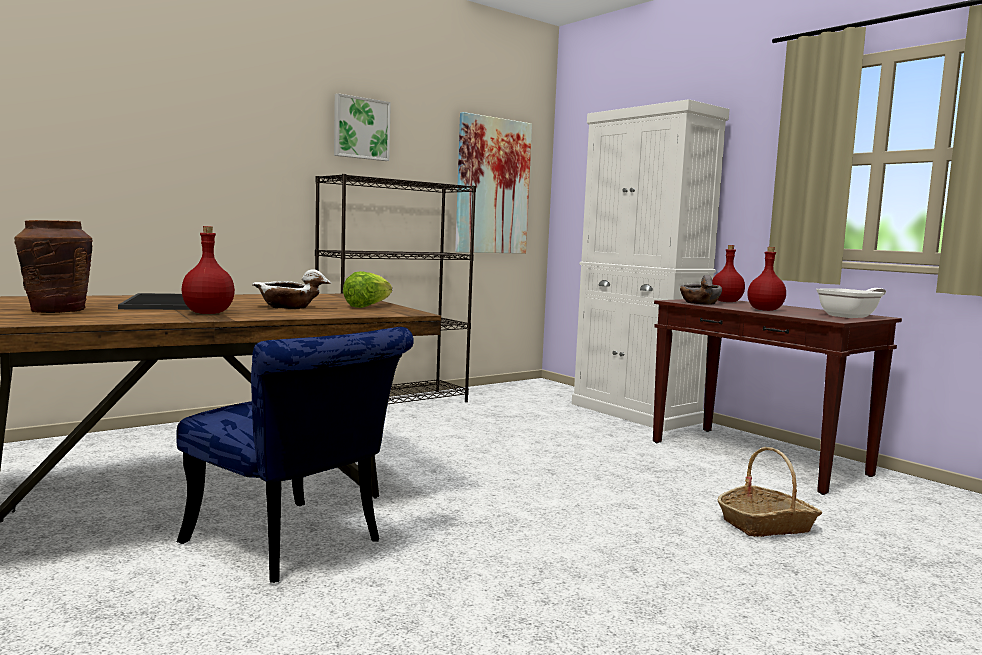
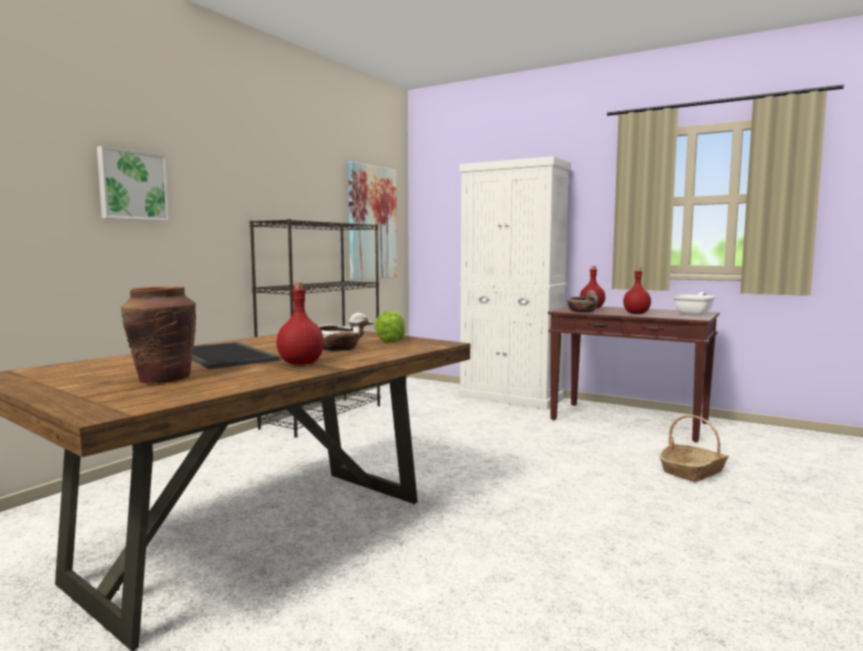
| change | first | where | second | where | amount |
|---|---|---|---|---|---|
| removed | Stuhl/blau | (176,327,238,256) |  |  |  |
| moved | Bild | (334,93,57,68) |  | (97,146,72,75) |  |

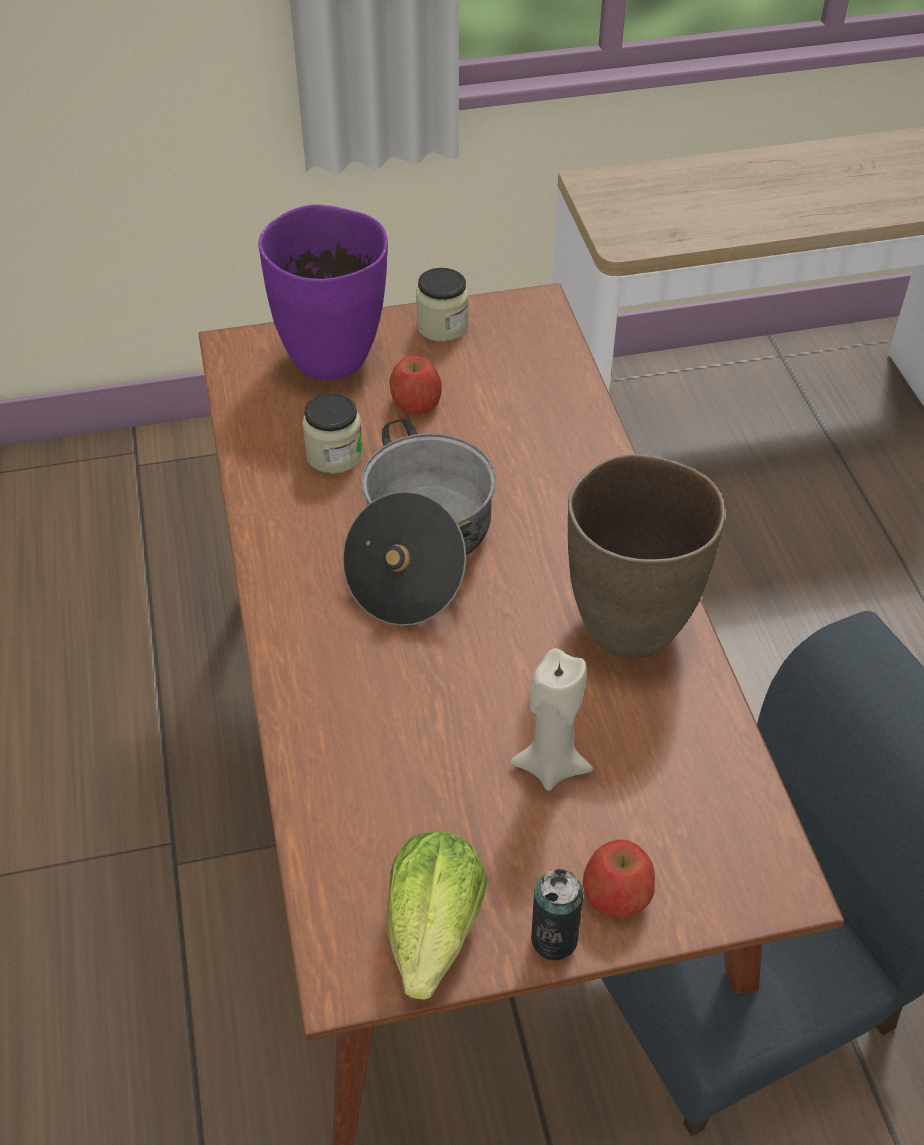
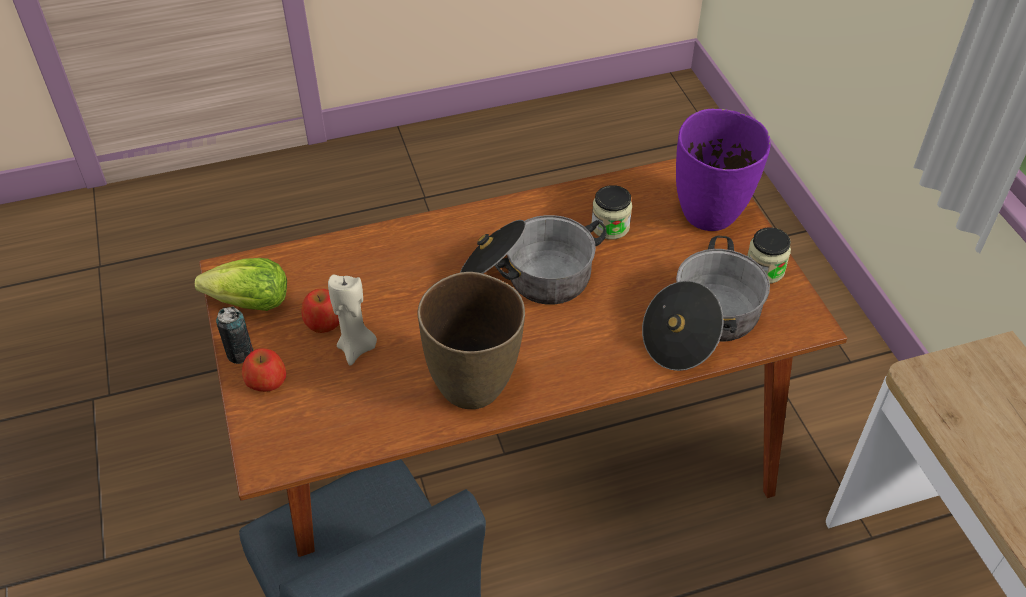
| change | first | where | second | where | amount |
|---|---|---|---|---|---|
| added |  |  | Kochtopf | (642,236,128,135) |  |
| moved | Apfel | (389,356,53,58) |  | (301,289,38,44) |  |

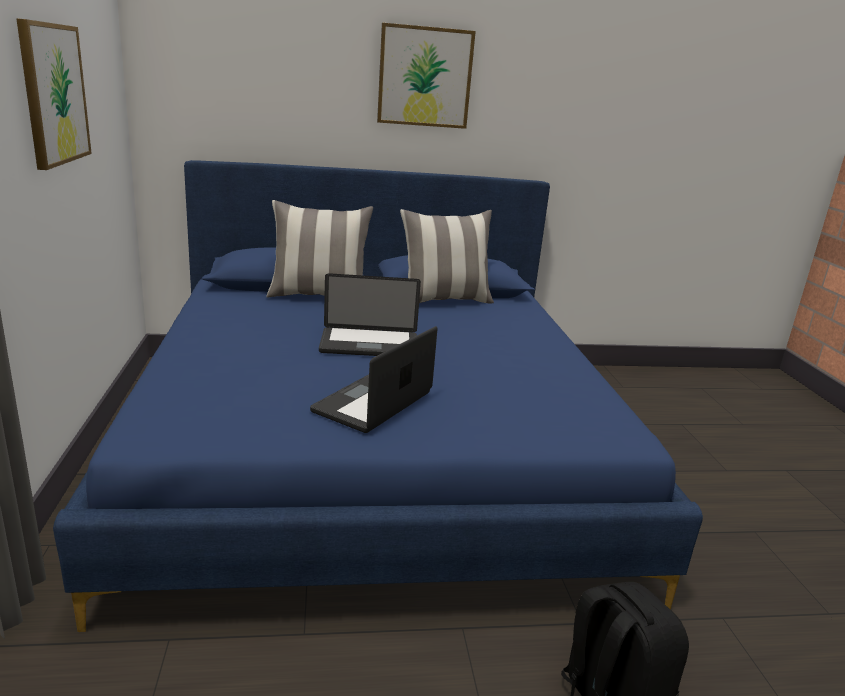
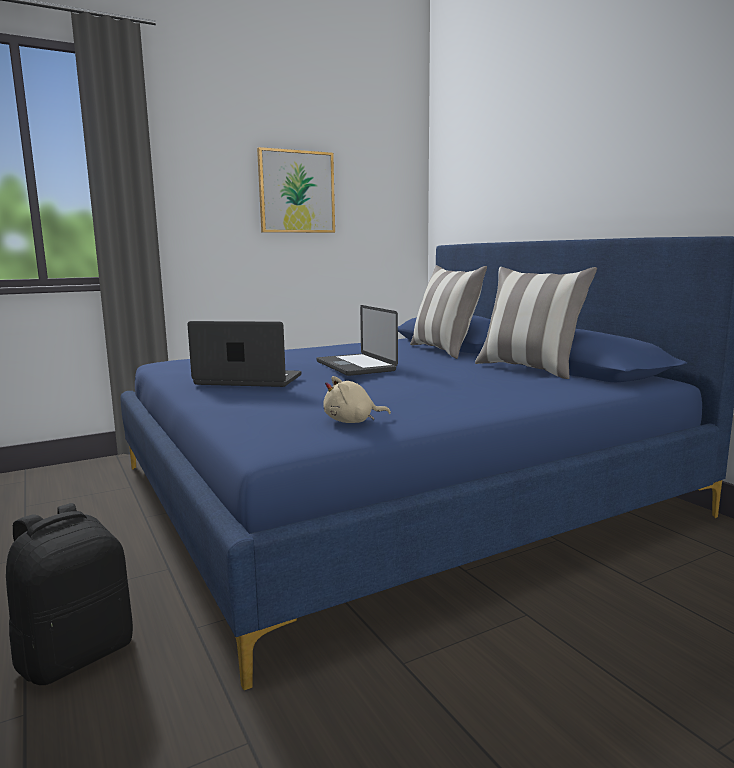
| change | first | where | second | where | amount |
|---|---|---|---|---|---|
| removed | Bild | (377,23,99,106) |  |  |  |
| added |  |  | Plüschtier/beige | (323,376,68,47) |  |

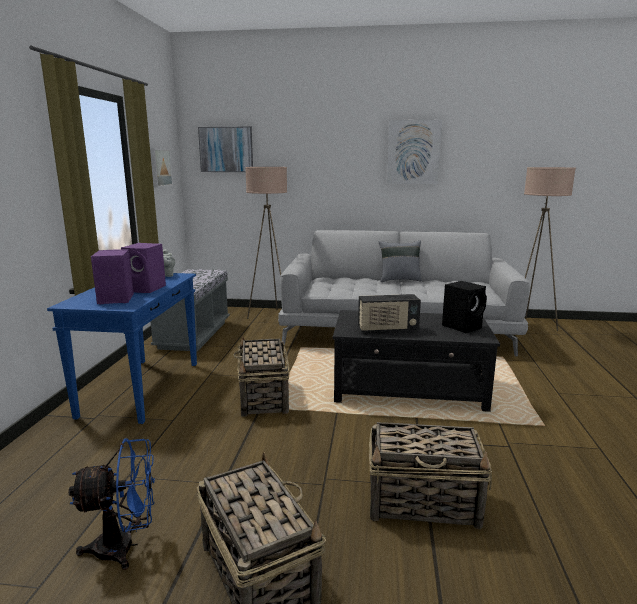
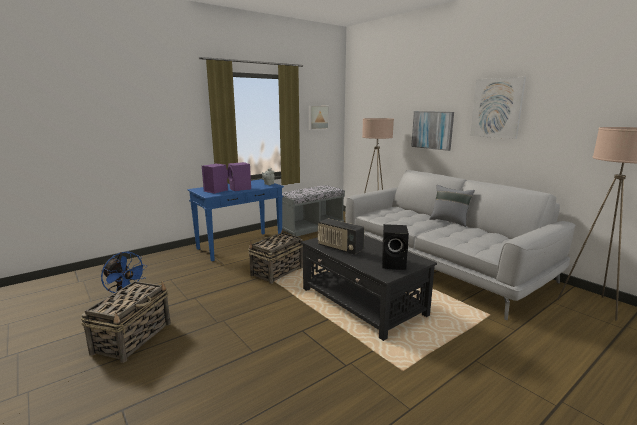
| change | first | where | second | where | amount |
|---|---|---|---|---|---|
| removed | Korb | (369,422,123,107) |  |  |  |
| moved | Bild | (198,127,55,45) |  | (411,111,43,40) |  |

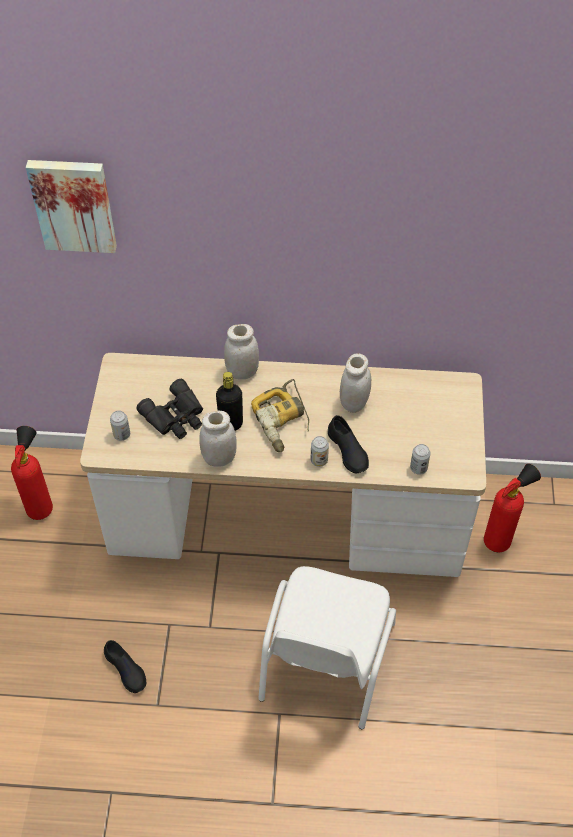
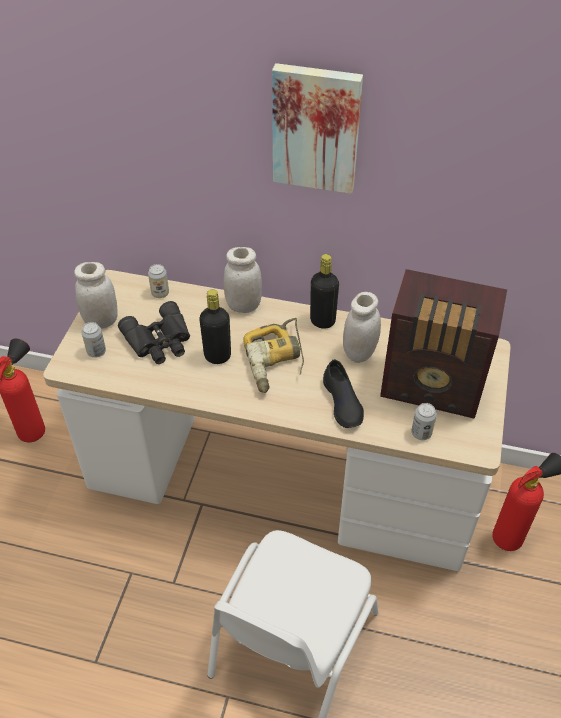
| change | first | where | second | where | amount |
|---|---|---|---|---|---|
| removed | Schuh/schwarz | (104,640,42,53) |  |  |  |
| added |  |  | Flasche/schwarz | (310,254,29,75) |  |
| added |  |  | Radio | (380,269,127,150) |  |
| moved | Bild | (26,160,91,93) |  | (272,63,91,131) |  |
| moved | Vorratsglas/weiß | (199,411,38,56) |  | (74,262,44,66) |  |
| moved | Dose | (311,436,18,31) |  | (148,264,21,34) |  |

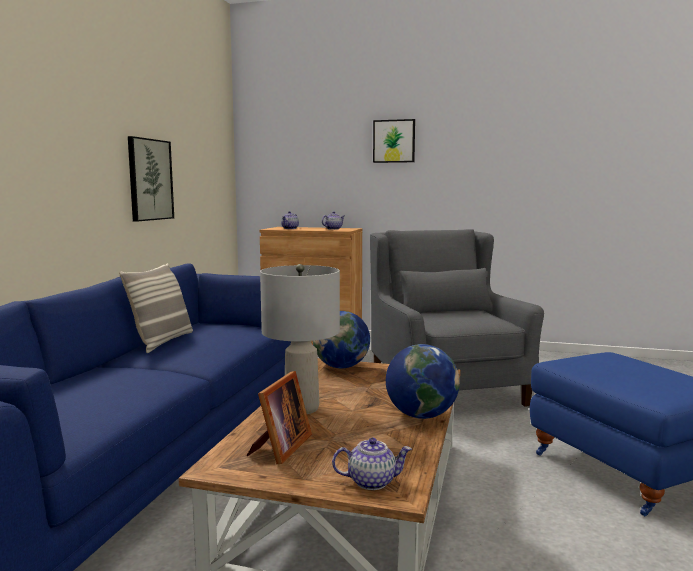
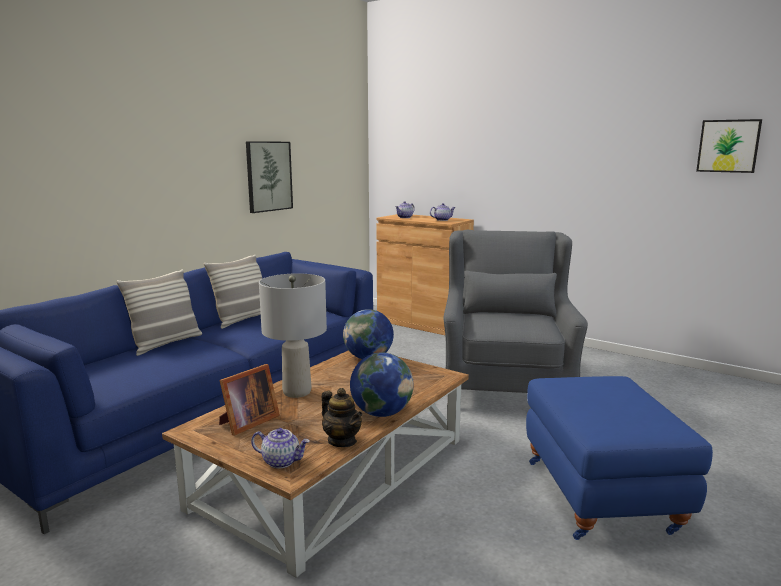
| change | first | where | second | where | amount |
|---|---|---|---|---|---|
| added |  |  | Kissen | (116,269,86,87) |  |
| added |  |  | Teekanne | (321,388,41,59) |  |
| moved | Bild | (373,119,42,44) |  | (696,119,66,54) |  |

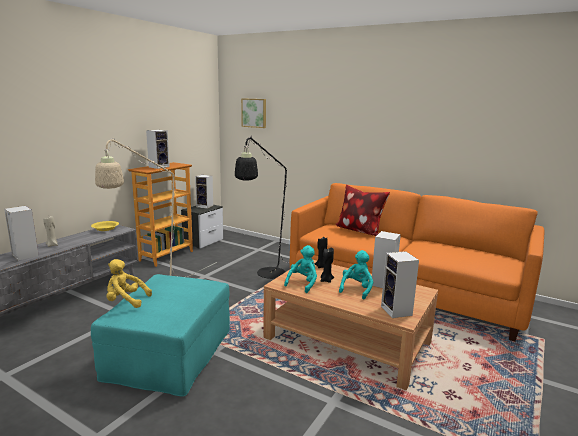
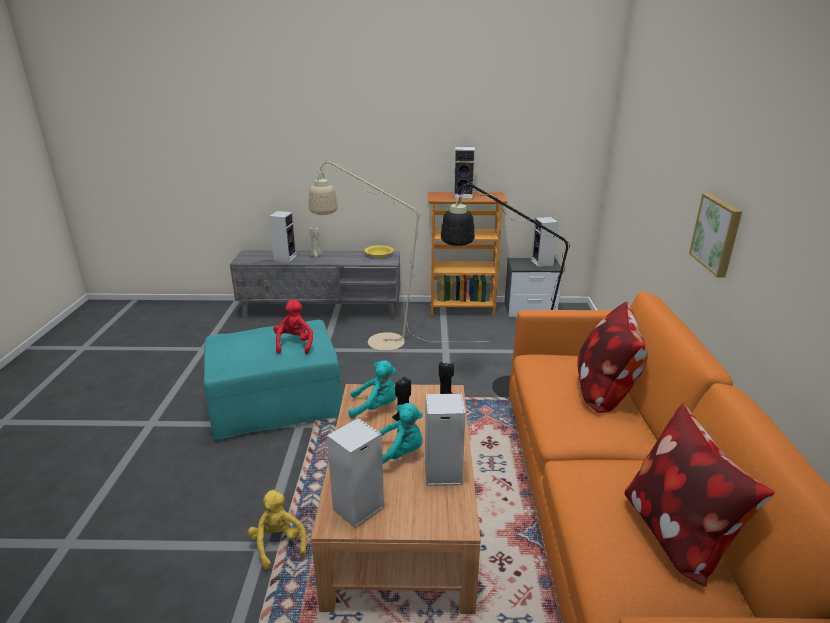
| change | first | where | second | where | amount |
|---|---|---|---|---|---|
| added |  |  | Plüschtier/rot | (273,299,40,55) |  |
| added |  |  | Kissen | (625,403,150,184) |  |
| moved | Plüschtier/gelb | (106,259,46,49) |  | (247,490,60,80) |  |
| moved | Bild | (241,98,25,30) |  | (689,193,53,84) |  |

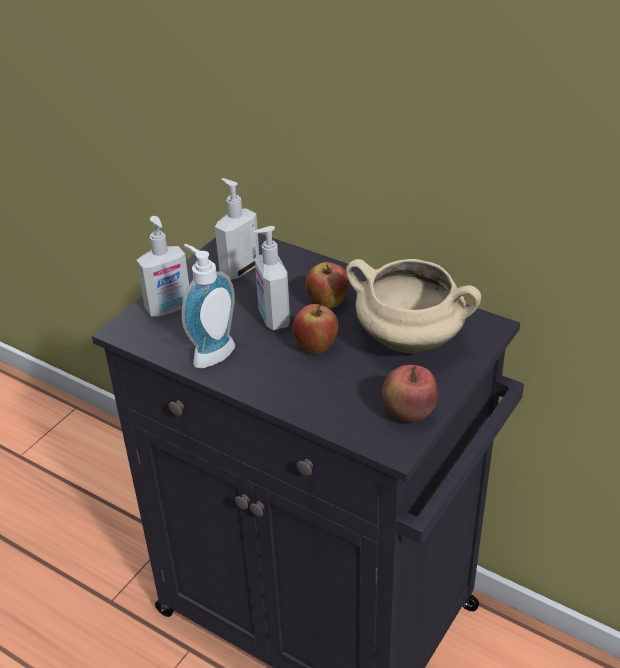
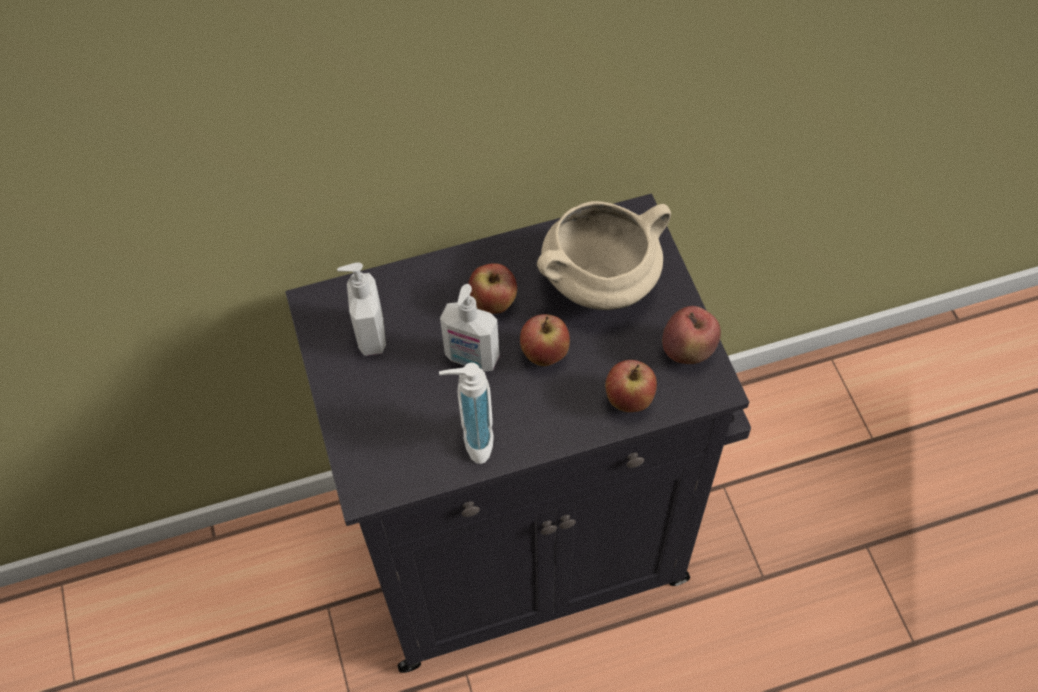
| change | first | where | second | where | amount |
|---|---|---|---|---|---|
| removed | Seifenspender | (136,216,53,100) |  |  |  |
| added |  |  | Apfel | (605,360,52,52) |  |

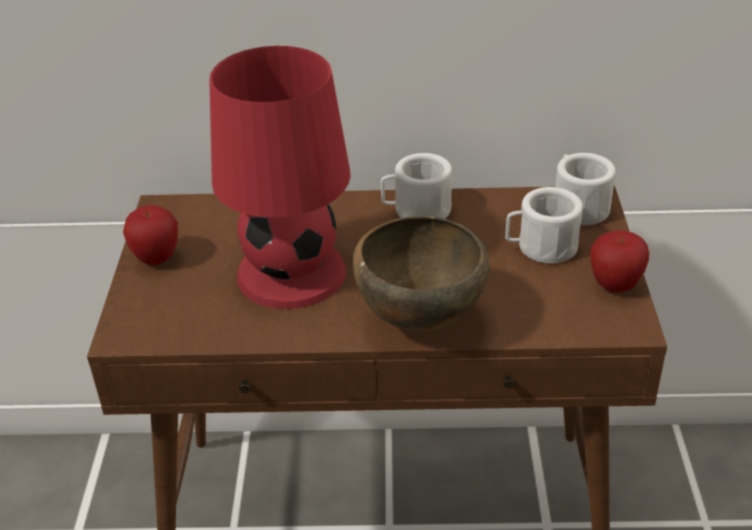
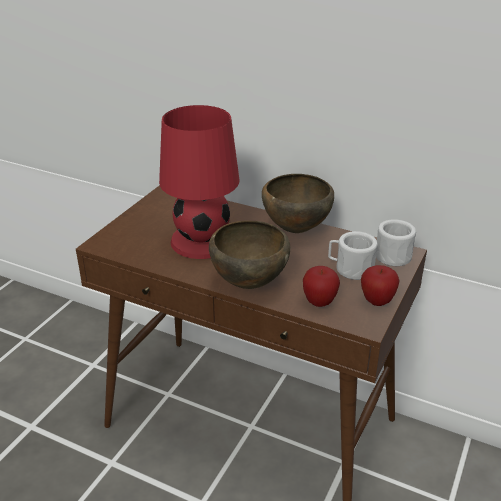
| change | first | where | second | where | amount |
|---|---|---|---|---|---|
| moved | Apfel | (123,205,55,60) |  | (303,266,37,41) |  |
| replaced | Henkelbecher/weiß | (381,153,71,65) | Schüssel/braun | (262,174,72,59) |  |

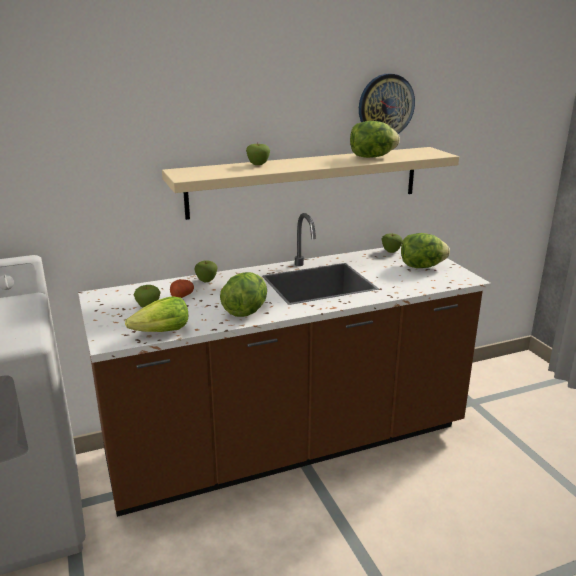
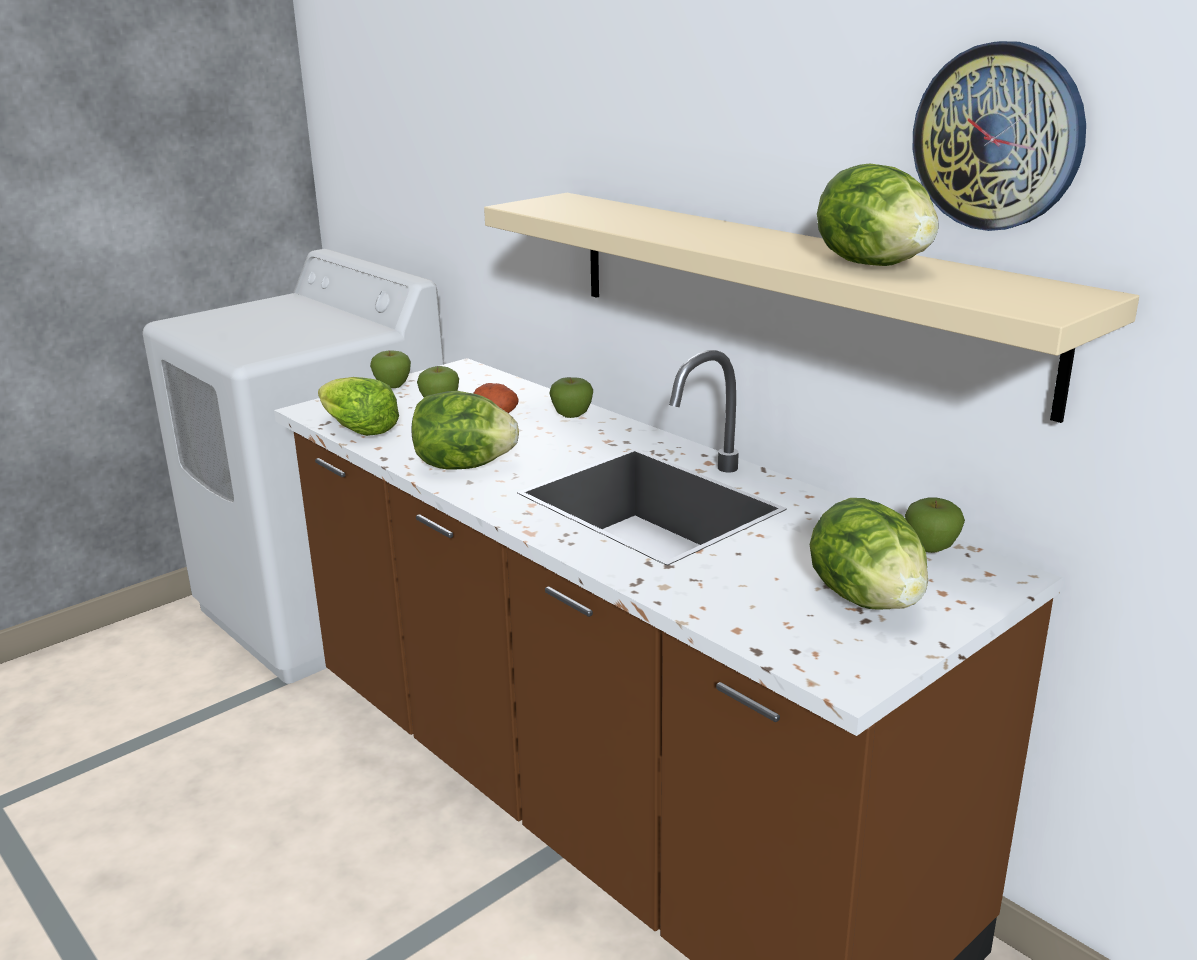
| change | first | where | second | where | amount |
|---|---|---|---|---|---|
| moved | Apfel | (246,143,24,22) |  | (370,351,41,37) |  |

